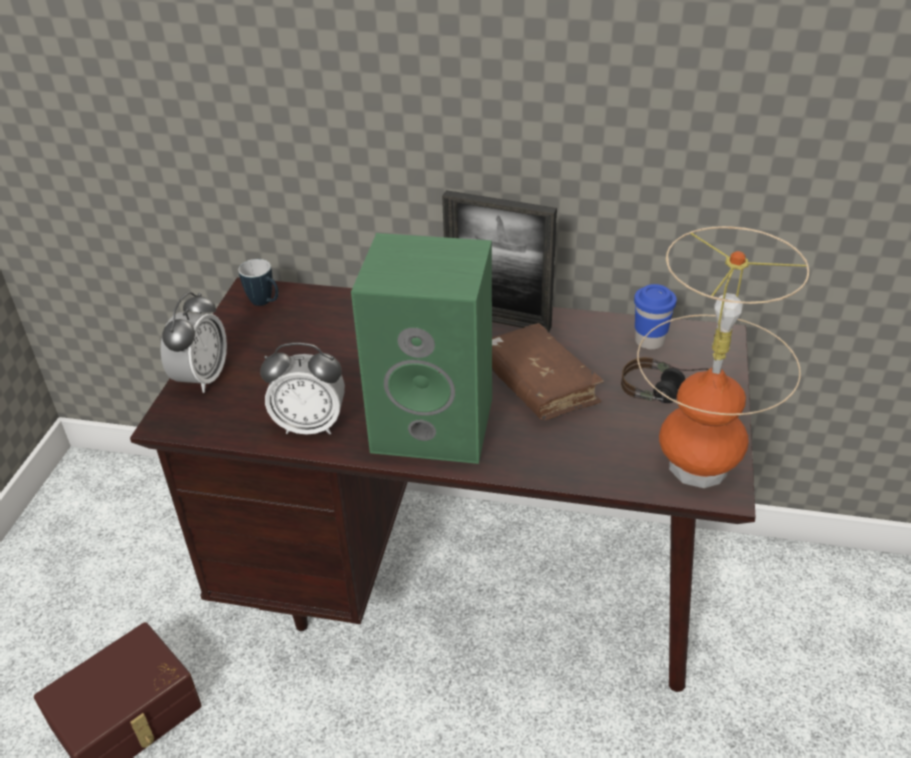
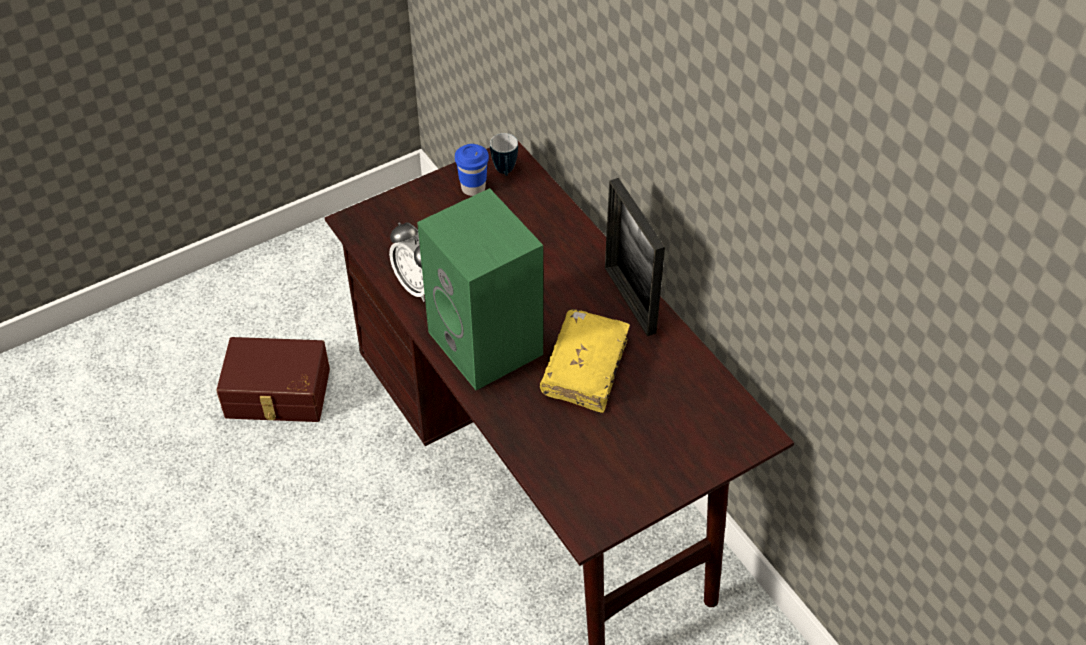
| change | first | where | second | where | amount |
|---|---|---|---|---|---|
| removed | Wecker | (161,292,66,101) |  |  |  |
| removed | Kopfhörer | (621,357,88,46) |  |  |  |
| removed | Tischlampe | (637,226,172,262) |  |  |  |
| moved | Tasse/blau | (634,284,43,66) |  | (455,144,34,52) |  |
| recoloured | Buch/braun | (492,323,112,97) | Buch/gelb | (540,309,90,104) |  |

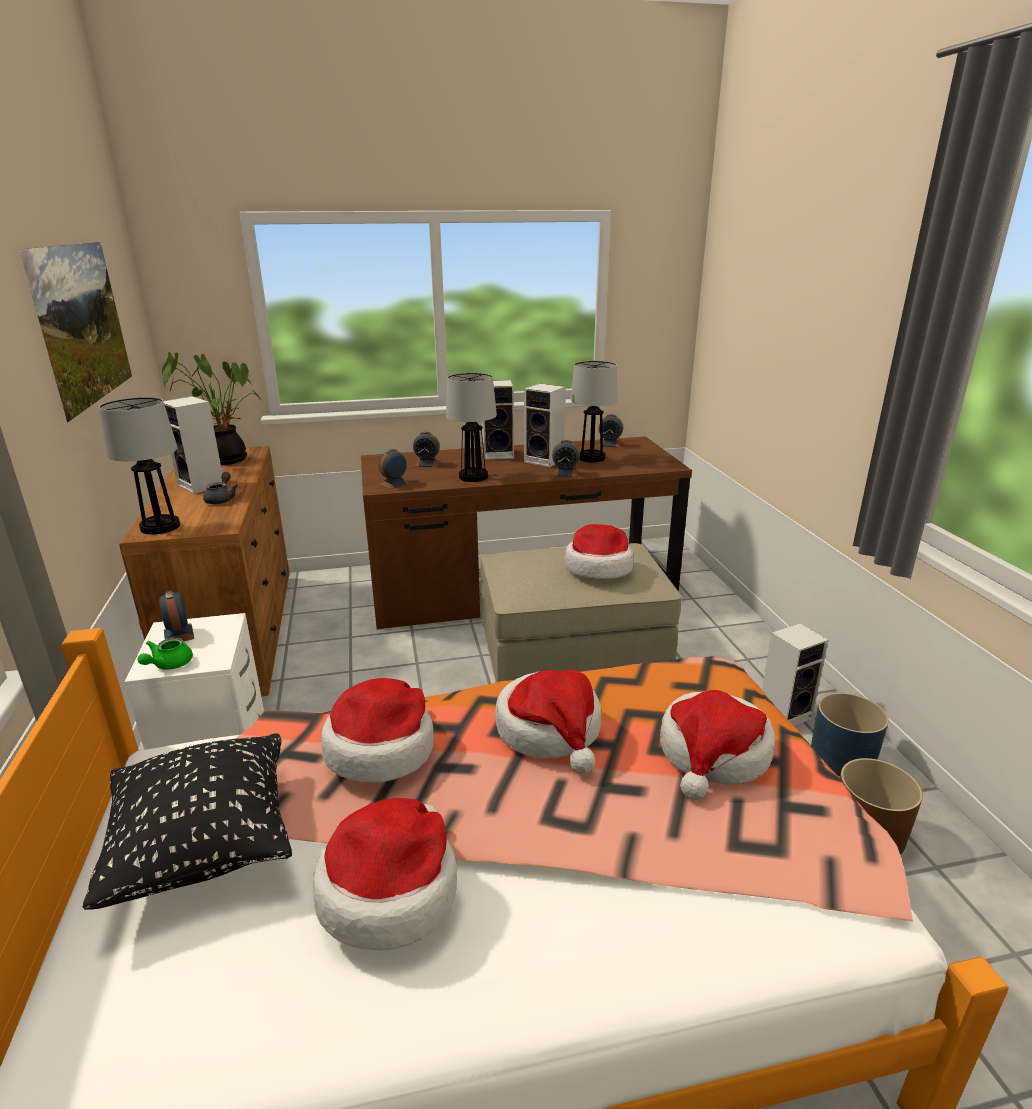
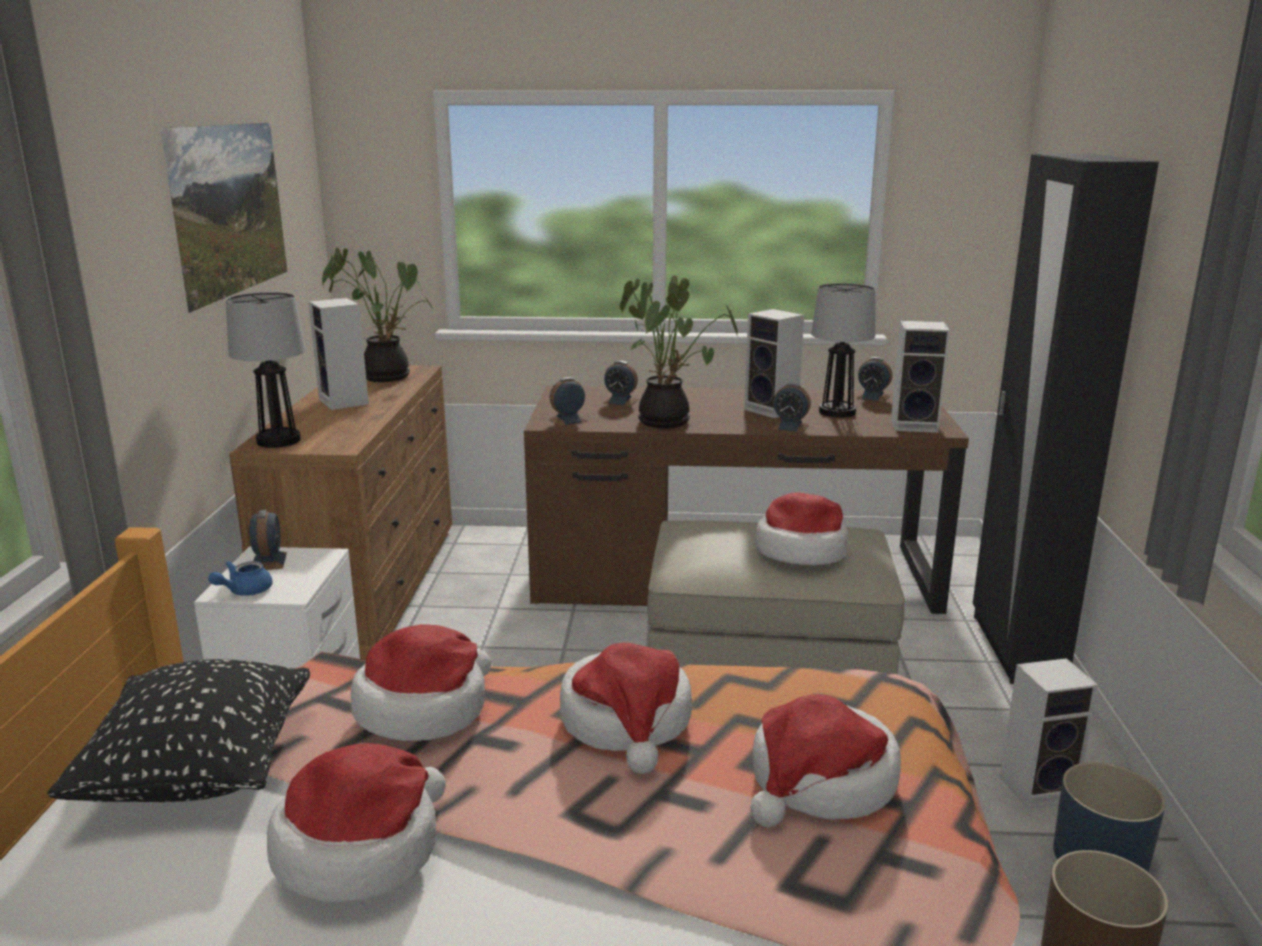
| change | first | where | second | where | amount |
|---|---|---|---|---|---|
| removed | Teekanne/grau | (203,472,35,32) |  |  |  |
| added |  |  | Kleiderschrank/schwarz | (973,154,186,530) |  |
| moved | Lautsprecher | (482,380,32,80) |  | (891,321,59,112) |  |
| replaced | Tischlampe | (446,373,51,109) | Topfpflanze | (619,275,119,153) |  |
| recoloured | Teekanne/grün | (138,638,55,32) | Teekanne/blau | (208,561,65,35) |  |

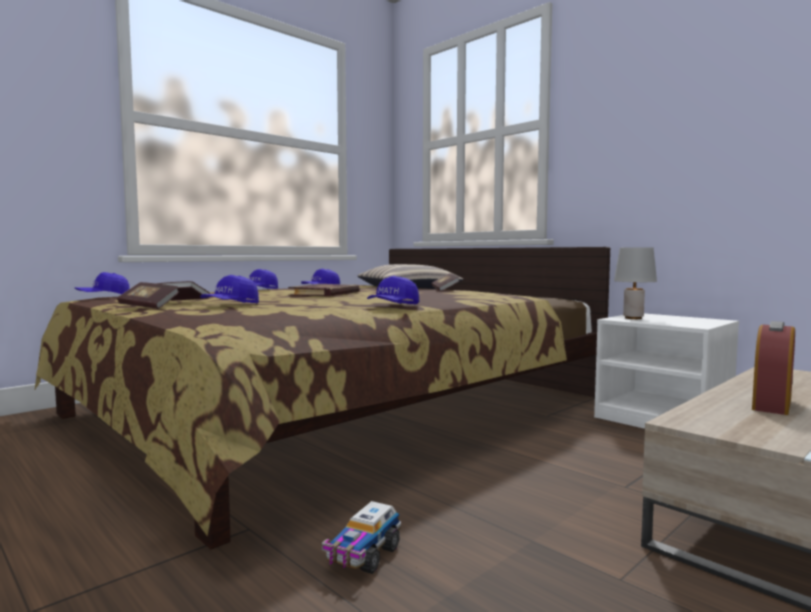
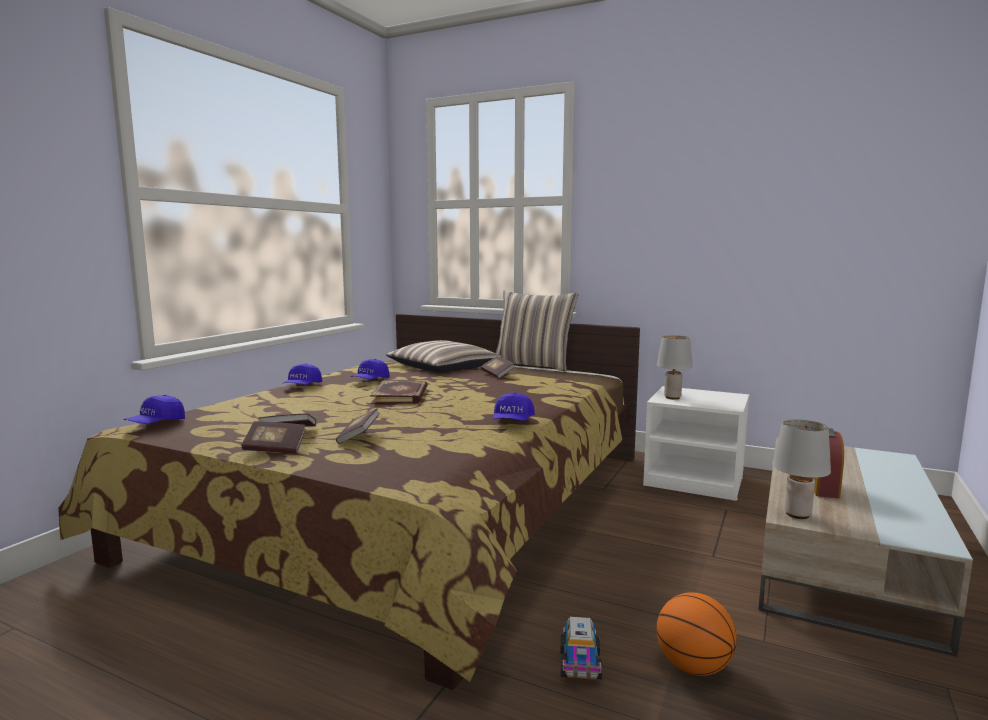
| change | first | where | second | where | amount |
|---|---|---|---|---|---|
| added |  |  | Kissen | (496,290,82,81) |  |
| added |  |  | Basketball | (656,592,81,84) |  |
| added |  |  | Tischlampe/grau | (772,419,59,100) |  |
| replaced | Kappe/blau | (200,275,59,29) | Buch | (336,409,44,35) |  |

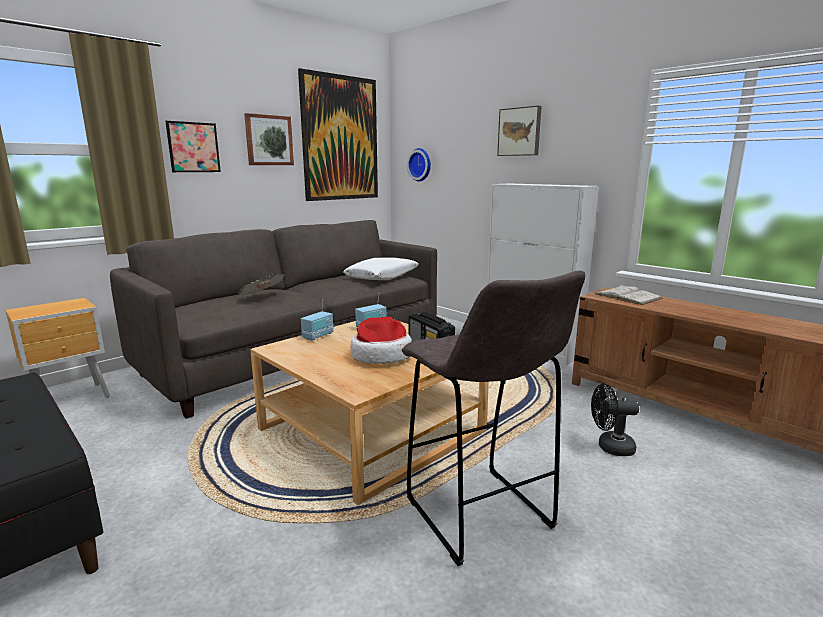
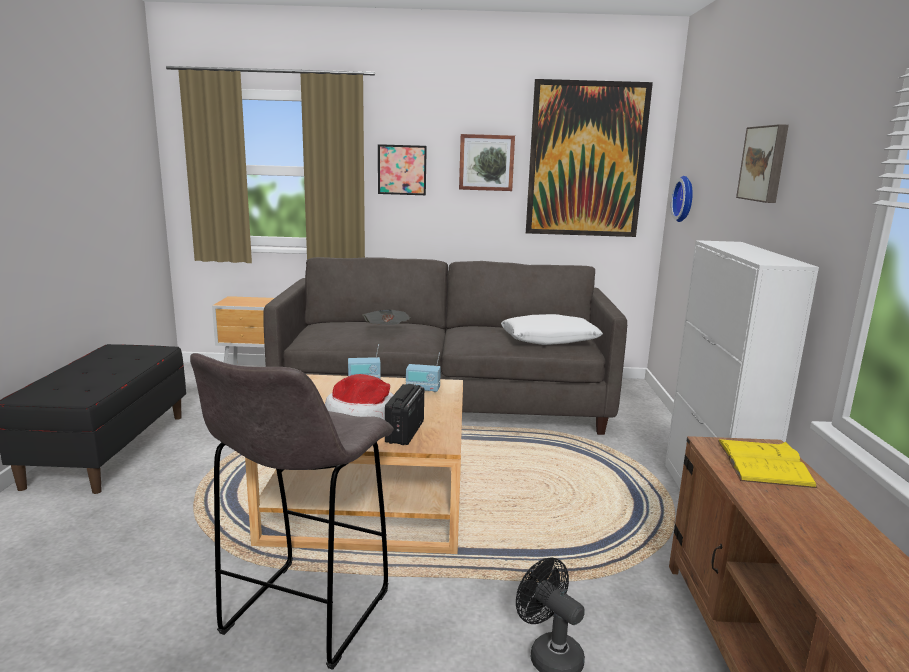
| change | first | where | second | where | amount |
|---|---|---|---|---|---|
| recoloured | Buch/weiß | (595,285,68,20) | Buch/gelb | (718,439,100,49) |  |

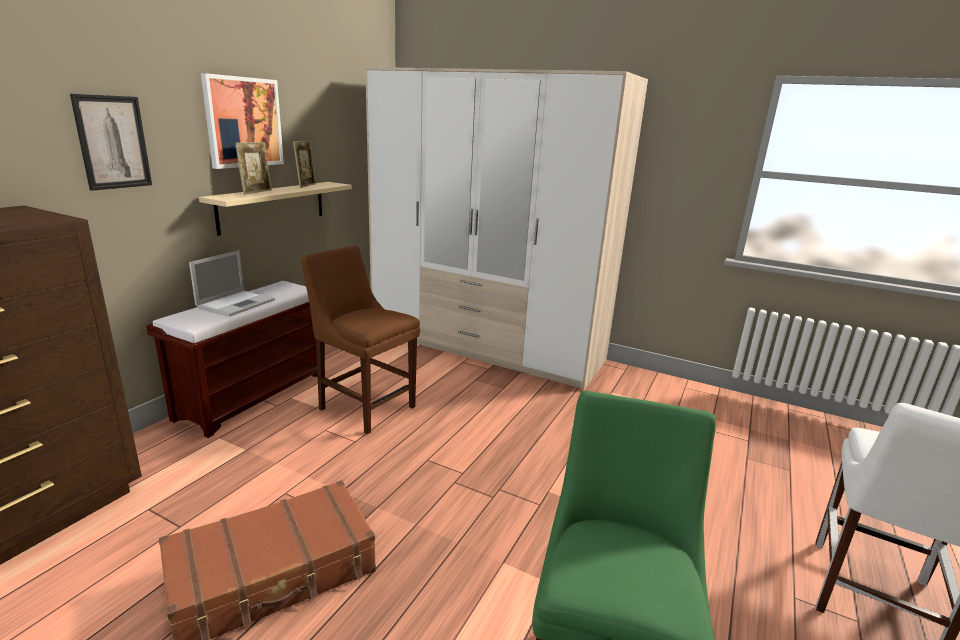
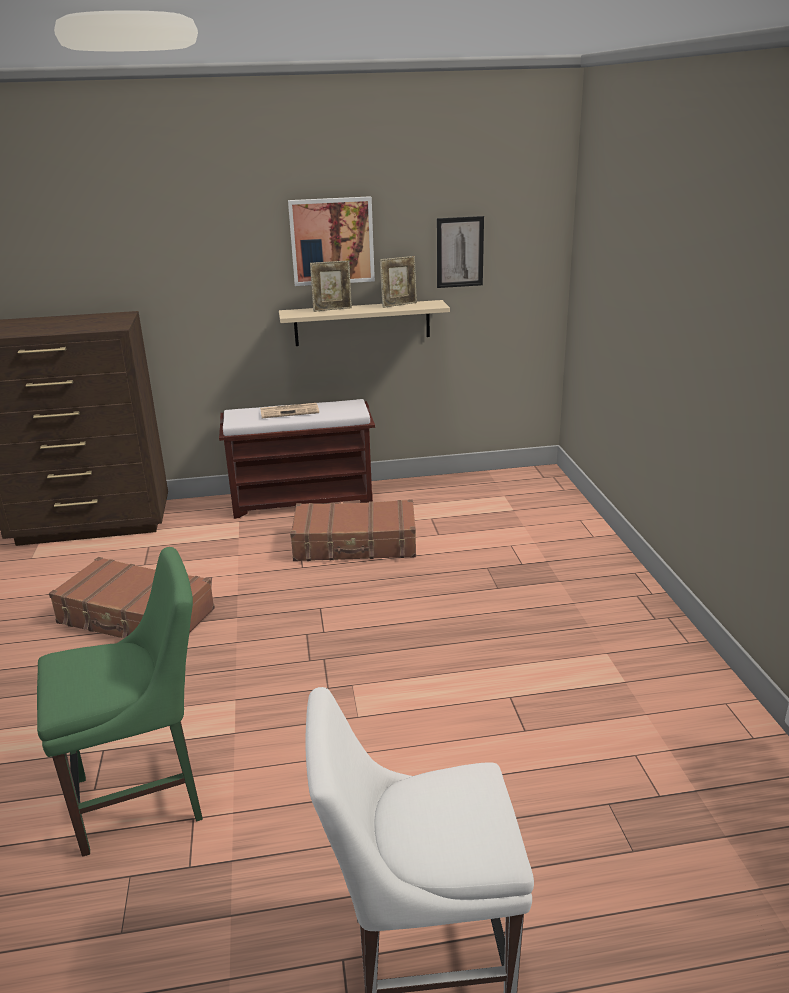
| change | first | where | second | where | amount |
|---|---|---|---|---|---|
| removed | Kleiderschrank | (365,67,283,323) |  |  |  |
| moved | Bild | (70,94,82,97) |  | (437,216,47,72) |  |
| replaced | Laptop | (189,250,86,67) | Zeitung | (260,403,59,15) |  |
| replaced | Stuhl/braun | (301,245,119,189) | Koffer/braun | (290,499,126,62) |  |

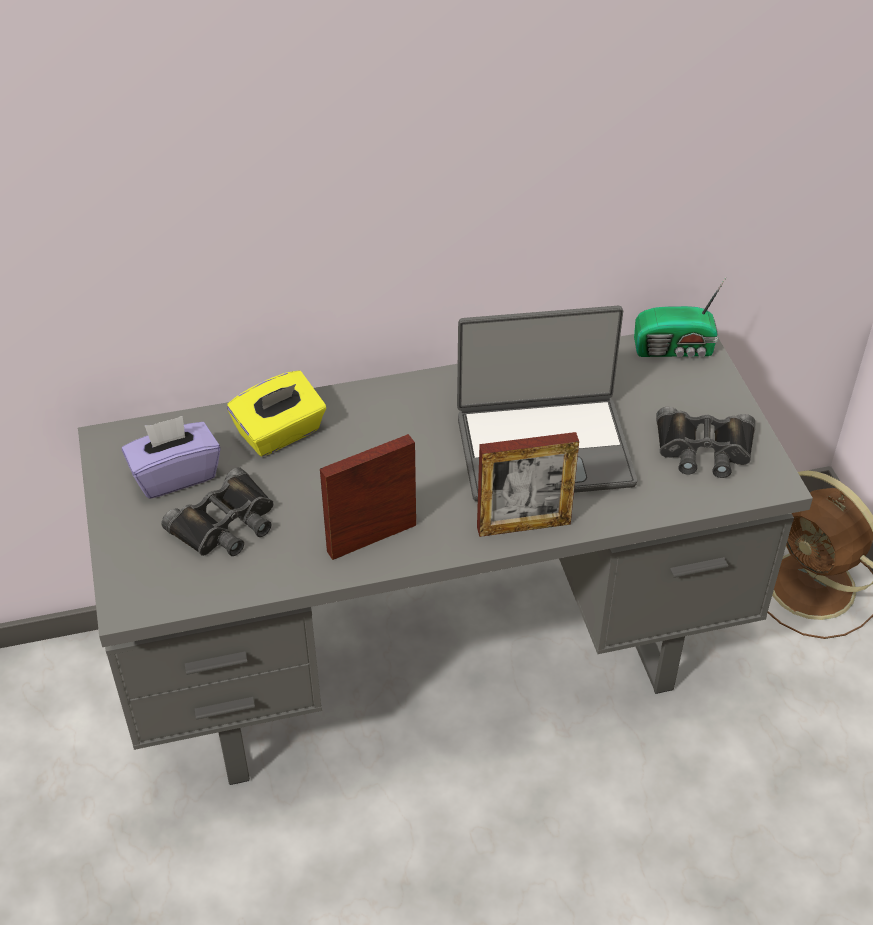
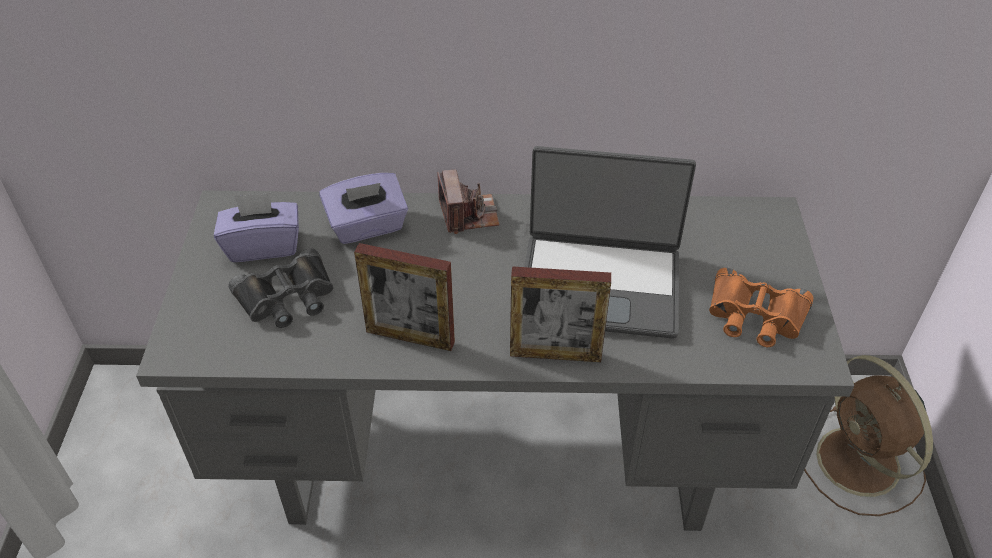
| change | first | where | second | where | amount |
|---|---|---|---|---|---|
| removed | Radio | (634,278,92,79) |  |  |  |
| added |  |  | Kamera | (438,170,61,64) |  |
| recoloured | Taschentuchbox/gelb | (227,371,99,86) | Taschentuchbox/lila | (319,173,89,71) |  |
| recoloured | Fernglas/schwarz | (656,407,99,71) | Fernglas/orange | (709,268,104,79) |  |
| turned | Bilderrahmen | (320,434,96,126) |  | (354,243,101,108) | 150 degrees counterclockwise |

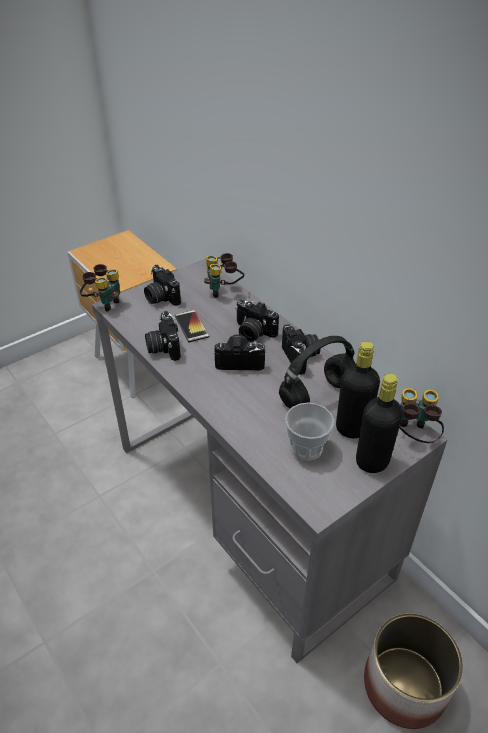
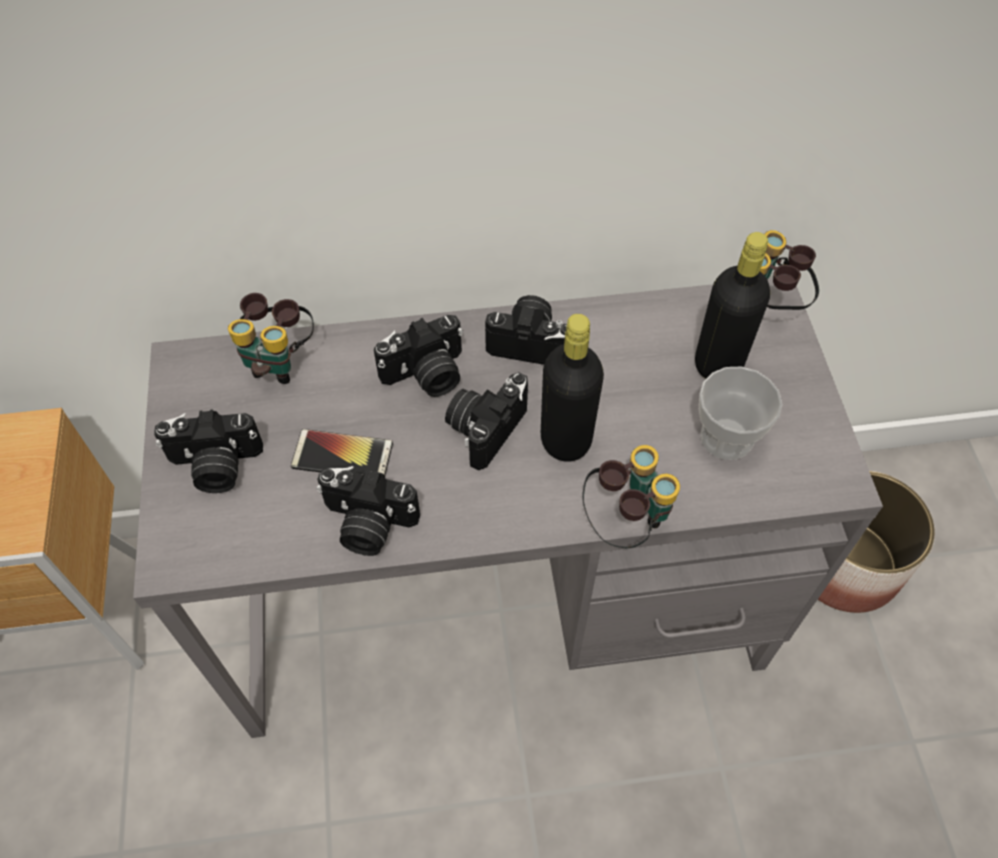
| change | first | where | second | where | amount |
|---|---|---|---|---|---|
| removed | Kopfhörer/schwarz | (279,336,77,72) |  |  |  |
| moved | Fernglas | (80,264,40,48) |  | (582,445,98,103) |  |
| moved | Flasche/schwarz | (356,374,47,99) |  | (541,314,63,148) |  |

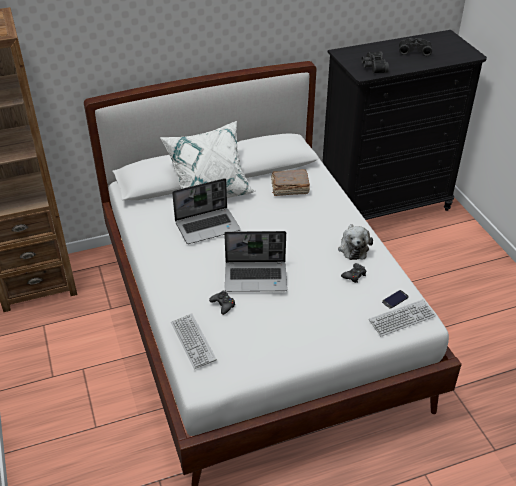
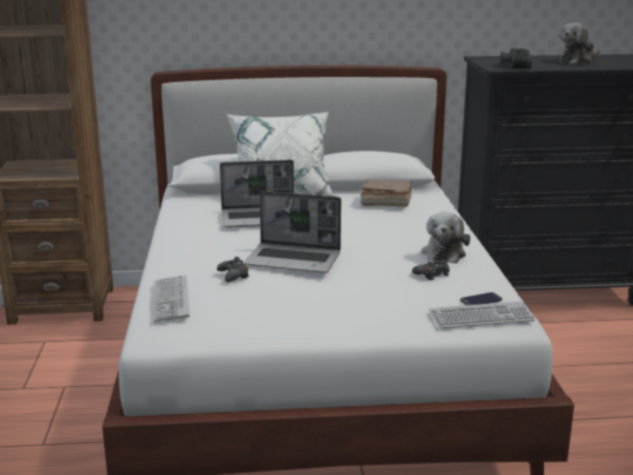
| change | first | where | second | where | amount |
|---|---|---|---|---|---|
| replaced | Fernglas/schwarz | (399,38,33,18) | Plüschtier | (559,23,40,41) |  |

